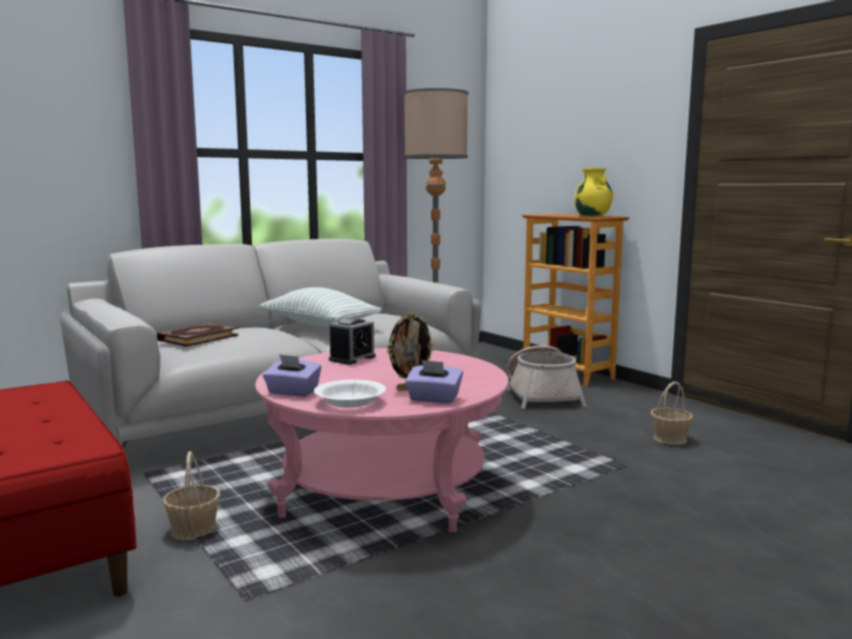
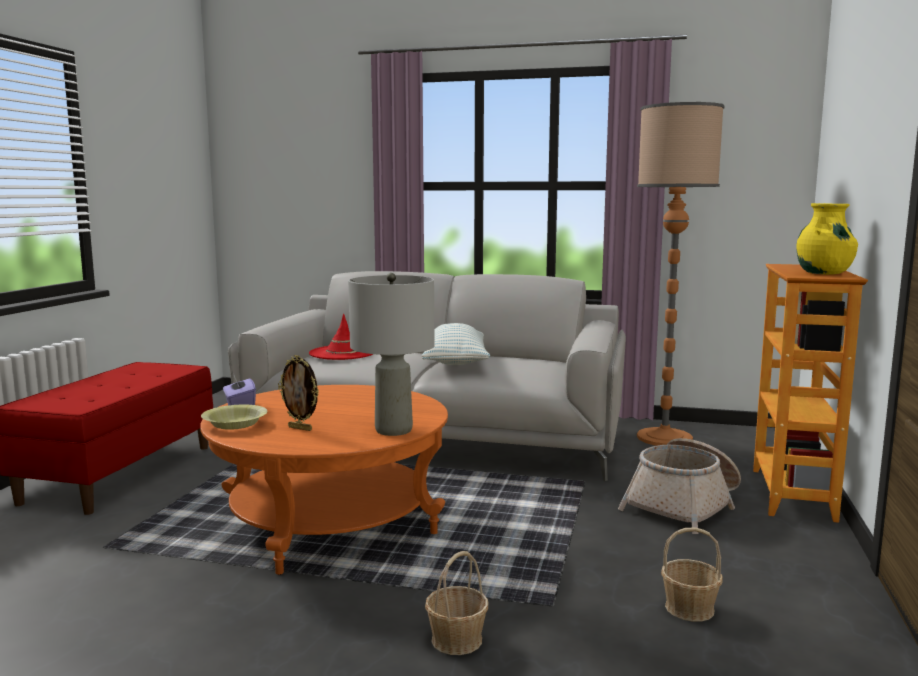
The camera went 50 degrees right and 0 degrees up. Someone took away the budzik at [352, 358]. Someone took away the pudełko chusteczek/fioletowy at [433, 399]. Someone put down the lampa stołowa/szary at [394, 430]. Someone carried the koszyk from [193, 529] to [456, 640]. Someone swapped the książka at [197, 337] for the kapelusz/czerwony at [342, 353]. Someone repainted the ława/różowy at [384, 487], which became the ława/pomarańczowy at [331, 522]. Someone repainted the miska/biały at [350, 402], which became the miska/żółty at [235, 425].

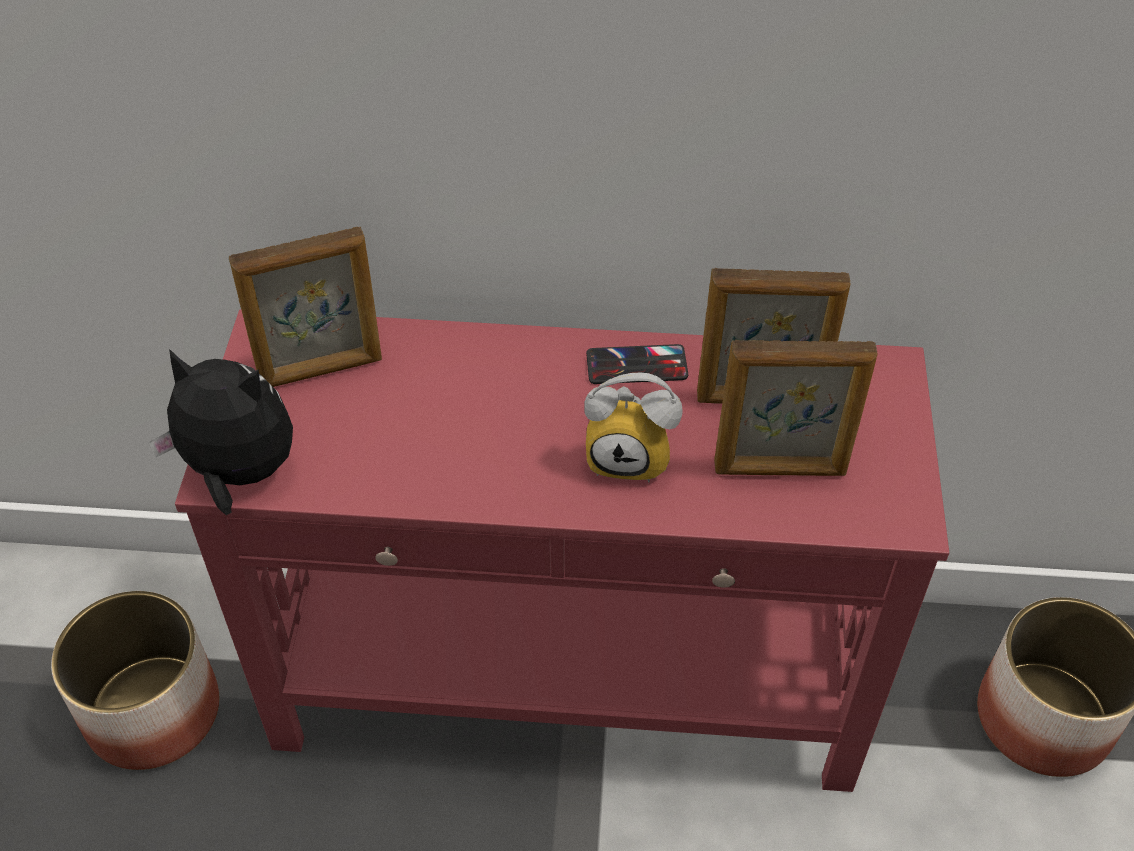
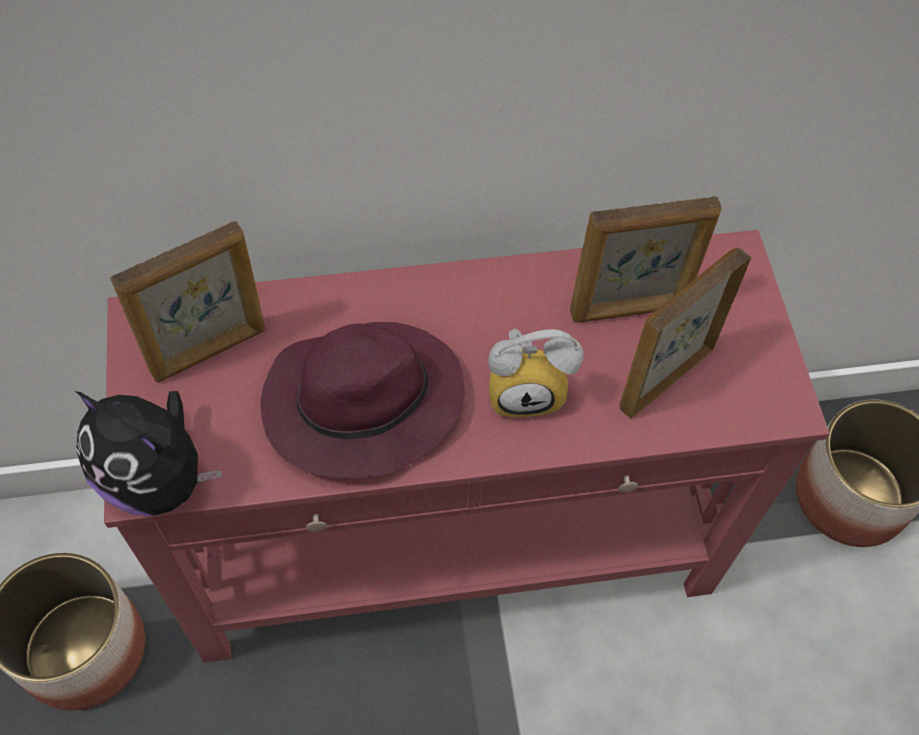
The camera went 15 degrees left and 10 degrees up. Someone took away the telefon at [636, 365]. Someone put down the kapelusz/fioletowy at [360, 405]. Someone rotated the pluszak at [238, 473] by 150 degrees counterclockwise. Someone rotated the ramka na zdjęcie at [780, 470] by 150 degrees clockwise.

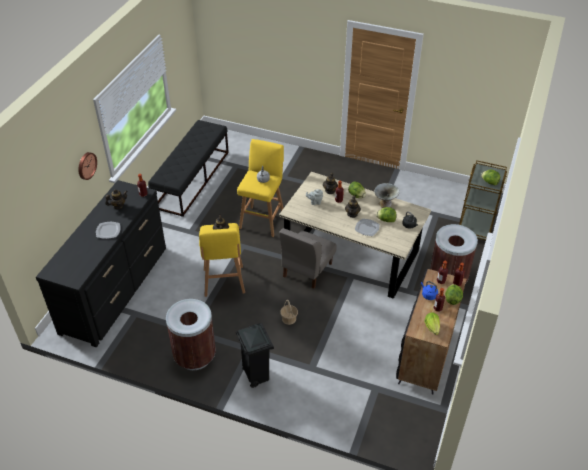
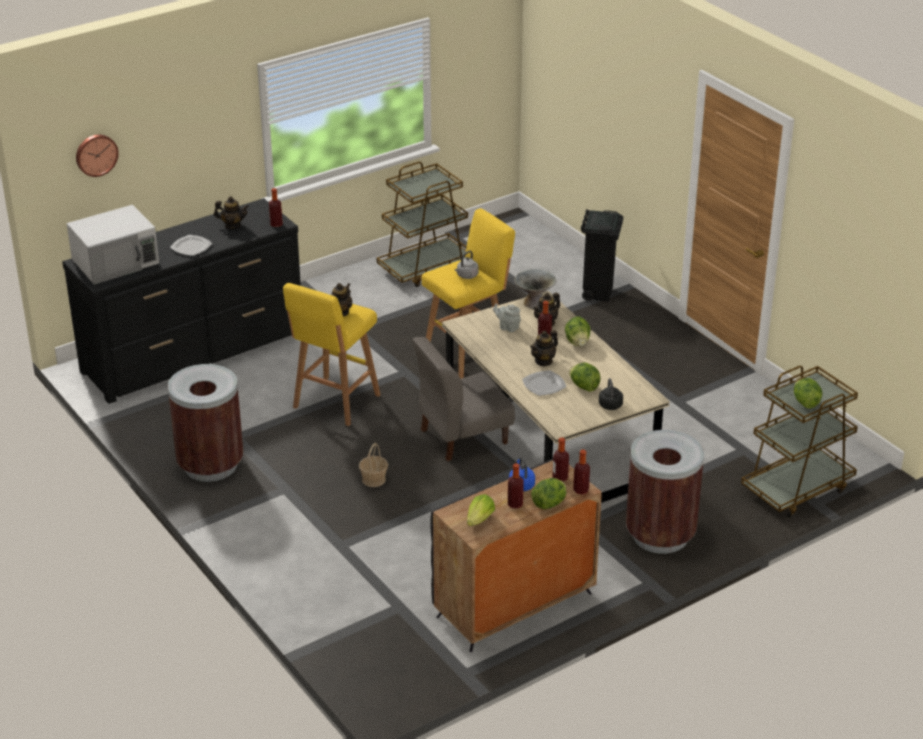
The camera went 35 degrees right and 10 degrees down. Someone put down the mikrofalówka/biały at [116, 261]. Someone carried the zegar ścienny from [86, 165] to [96, 154]. Someone carried the kosz na śmieci/czarny from [256, 375] to [598, 293]. Someone carried the miska/szary from [385, 204] to [534, 303]. Someone swapped the ławka/czarny at [192, 179] for the wózek/brązowy at [426, 268].

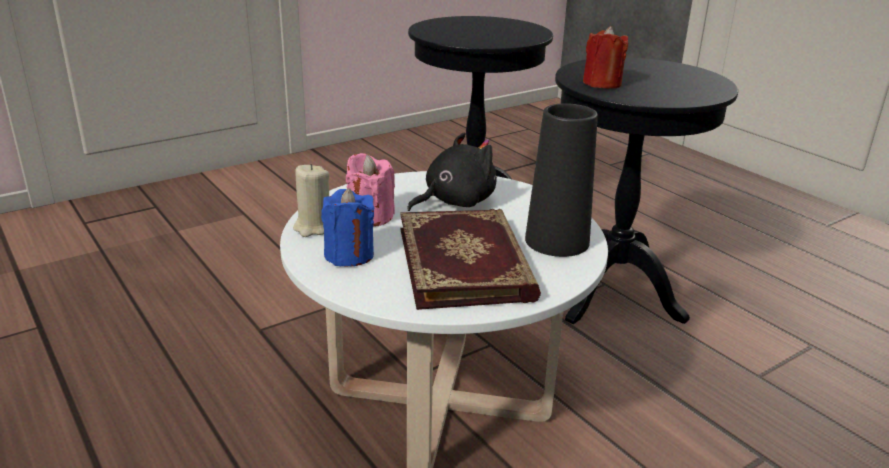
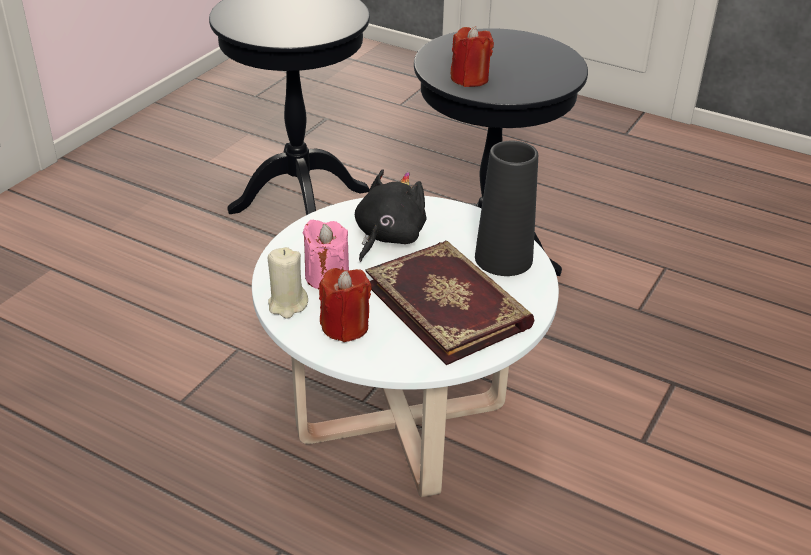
The camera went 25 degrees left and 10 degrees up. Someone repainted the świeca/niebieski at [349, 255], which became the świeca/czerwony at [345, 326].

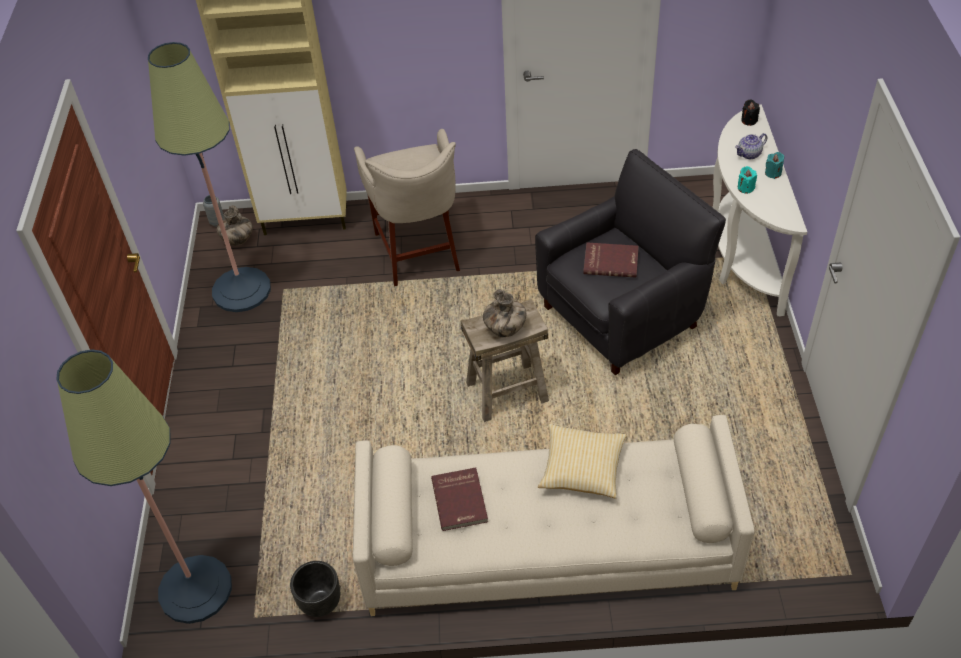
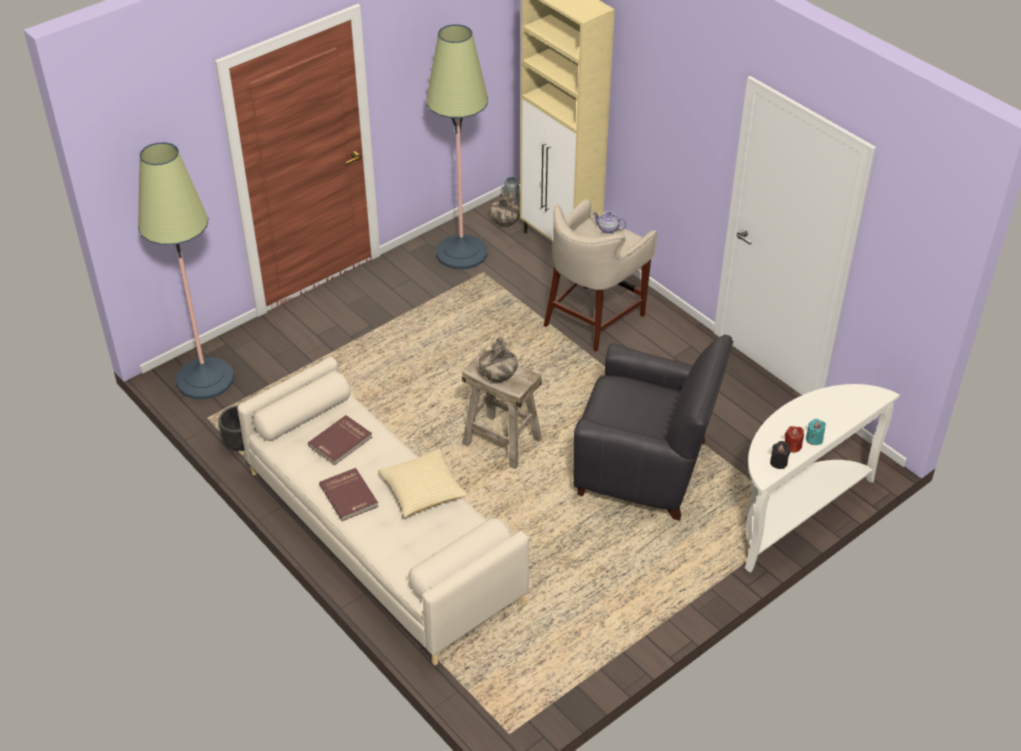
The camera went 50 degrees right and 5 degrees down. Someone took away the świeca/turkusowy at [745, 188]. Someone put down the świeca/czerwony at [792, 446]. Someone carried the książka/czerwony from [611, 261] to [350, 495]. Someone carried the imbryk from [749, 154] to [608, 229]. Someone carried the świeca/czarny from [749, 120] to [778, 462].

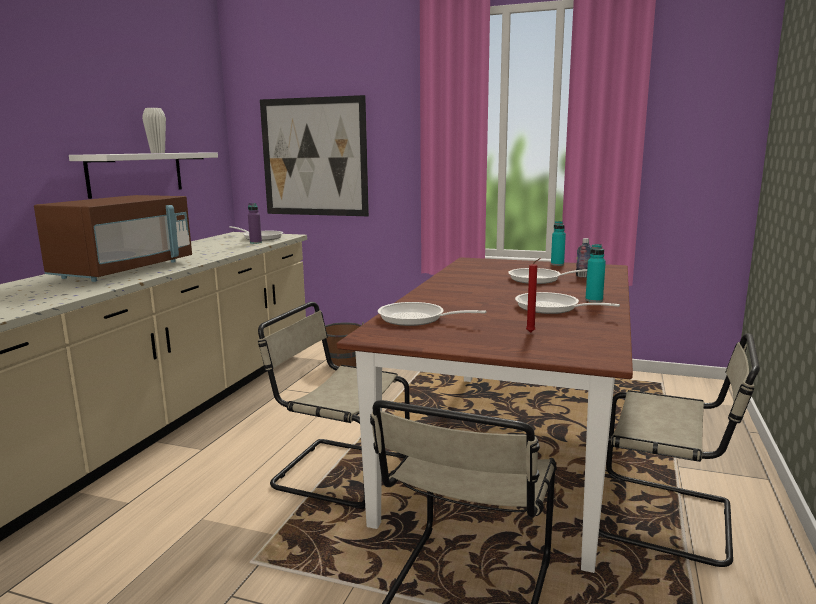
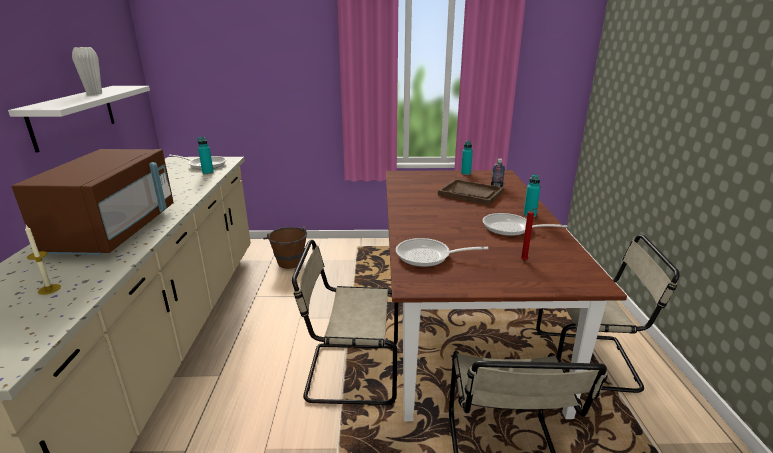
The camera went 20 degrees left and 10 degrees up. Someone took away the obraz at [314, 157]. Someone put down the świeca at [49, 289]. Someone swapped the patelnia at [540, 279] for the taca/brązowy at [471, 194]. Someone repainted the butelka/fioletowy at [255, 242], which became the butelka/turkusowy at [208, 173].

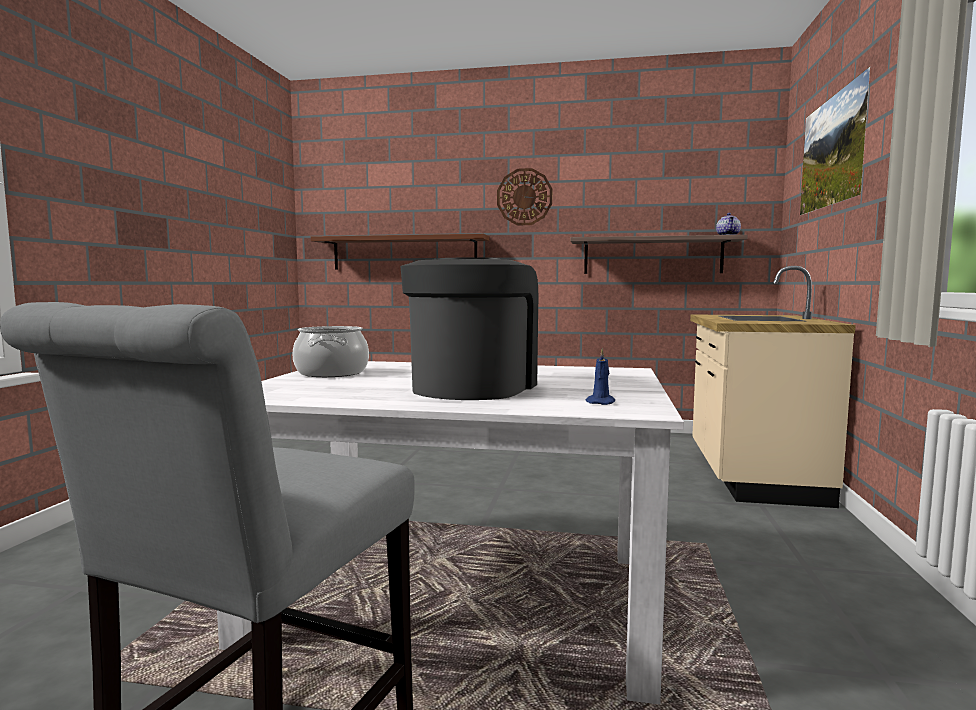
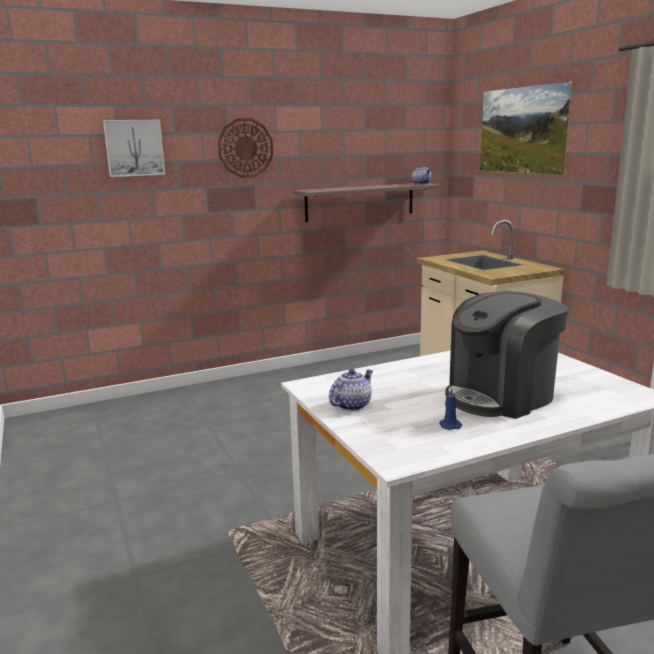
The camera went 35 degrees left and 10 degrees up. Someone took away the półka/brązowy at [404, 253]. Someone put up the obraz at [134, 148]. Someone carried the świeca/niebieski from [601, 402] to [449, 425]. Someone swapped the garnek at [331, 373] for the imbryk at [351, 405]. Someone rotated the ekspres do kawy at [472, 387] by 105 degrees counterclockwise.

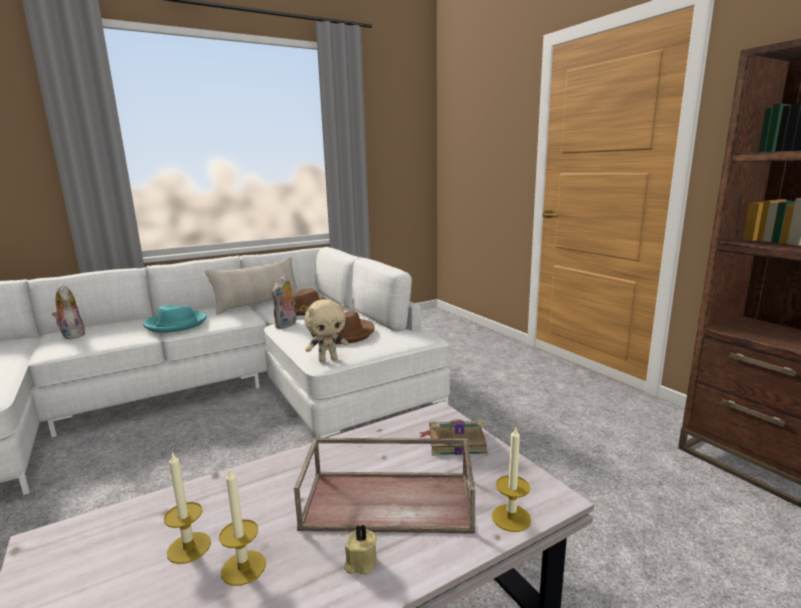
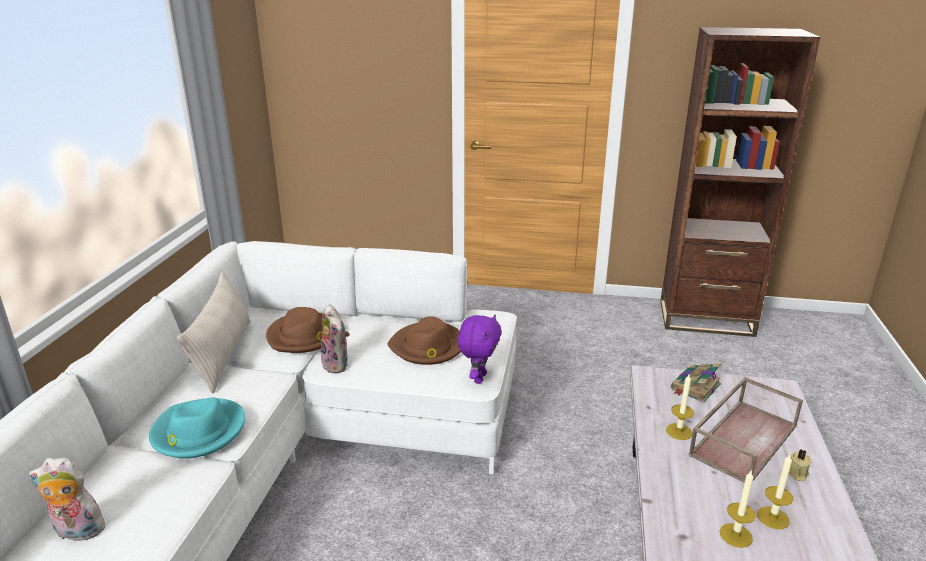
The camera went 50 degrees left and 10 degrees up. Someone carried the świeca from [511, 518] to [679, 431]. Someone repainted the pluszak/beżowy at [328, 359], which became the pluszak/fioletowy at [478, 378].

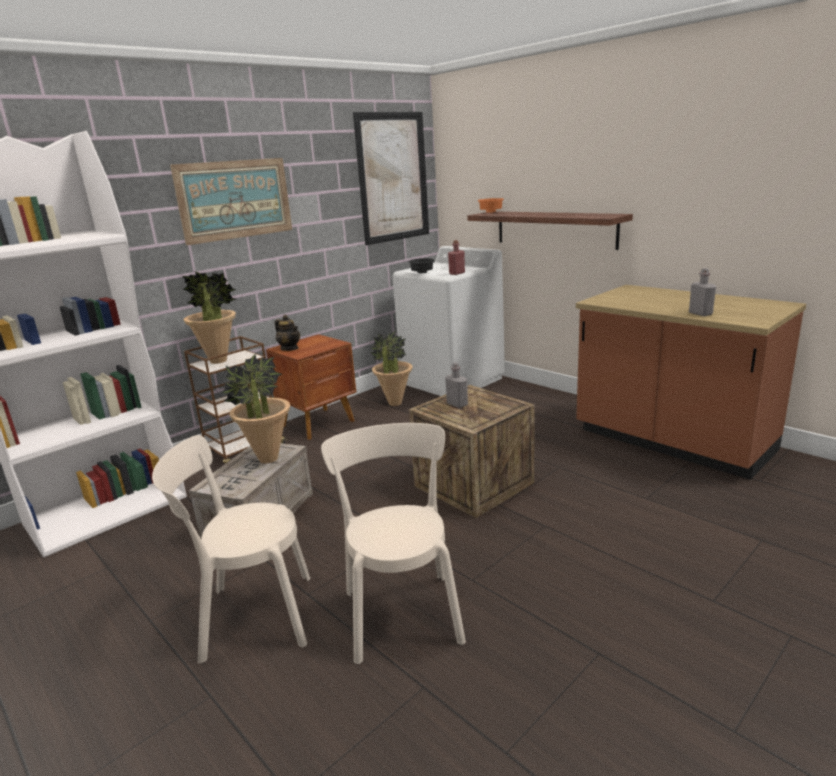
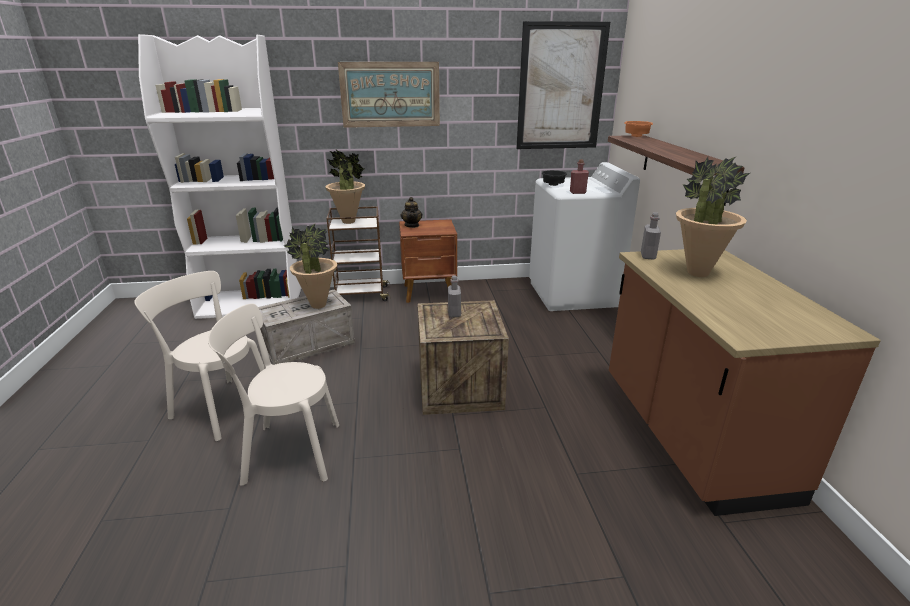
The camera went 35 degrees right and 5 degrees up. Someone carried the roślina doniczkowa from [394, 403] to [697, 273]. Someone carried the butelka/szary from [700, 313] to [648, 256]. Someone rotated the krzesło/beżowy at [402, 611] by 120 degrees counterclockwise.

